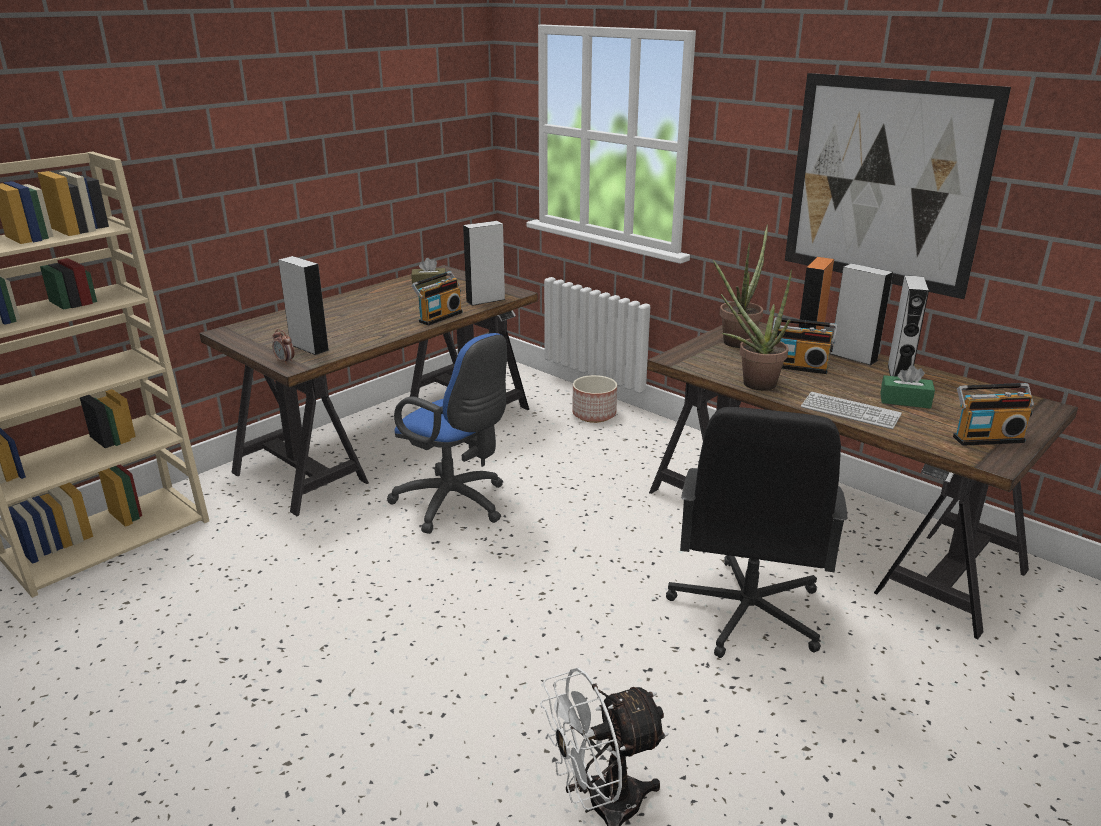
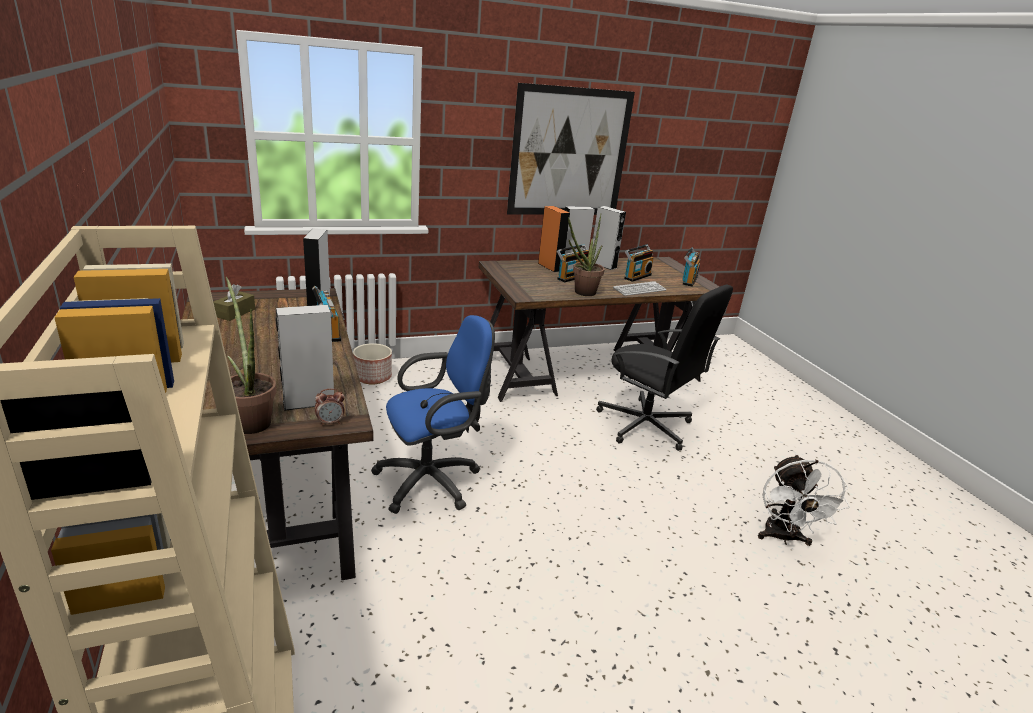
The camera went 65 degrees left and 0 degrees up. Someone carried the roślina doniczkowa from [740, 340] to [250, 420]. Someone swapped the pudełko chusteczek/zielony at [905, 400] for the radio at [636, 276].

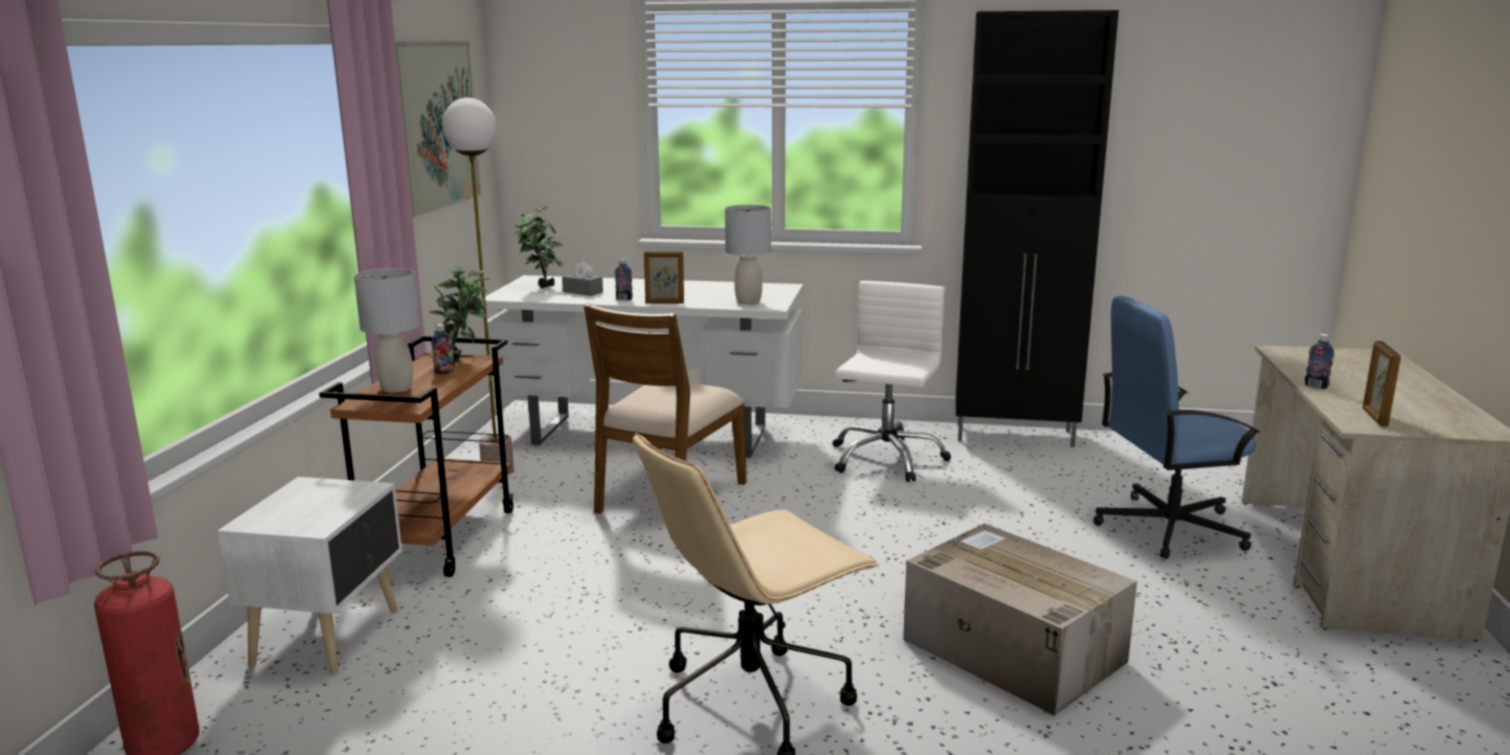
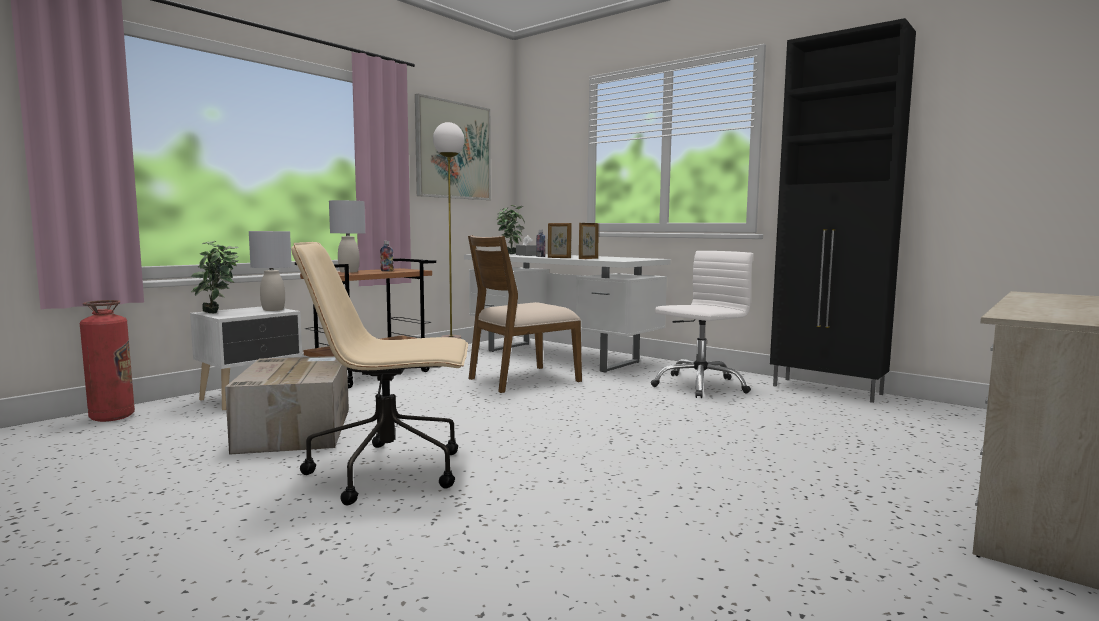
The camera went 30 degrees right and 10 degrees down. Someone took away the krzesło biurowe/niebieski at [1167, 528]. Someone took away the butelka at [1316, 386]. Someone carried the roślina doniczkowa from [464, 358] to [218, 313]. Someone carried the lampa stołowa/szary from [749, 302] to [273, 309]. Someone carried the karton from [1010, 649] to [295, 429]. Someone carried the ramka na zdjęcie from [1374, 417] to [588, 259].

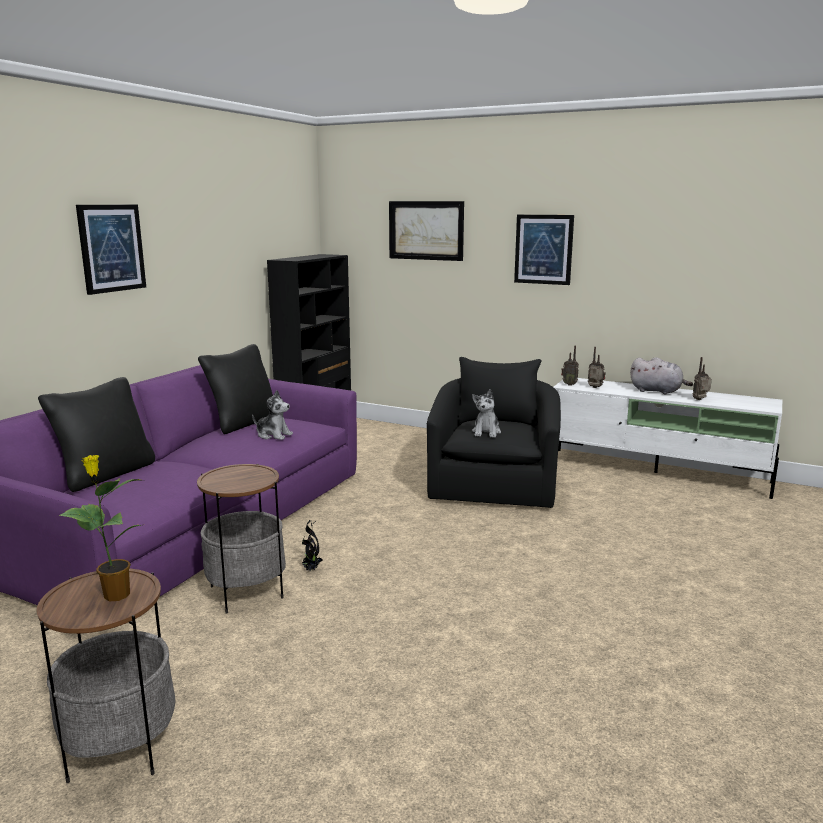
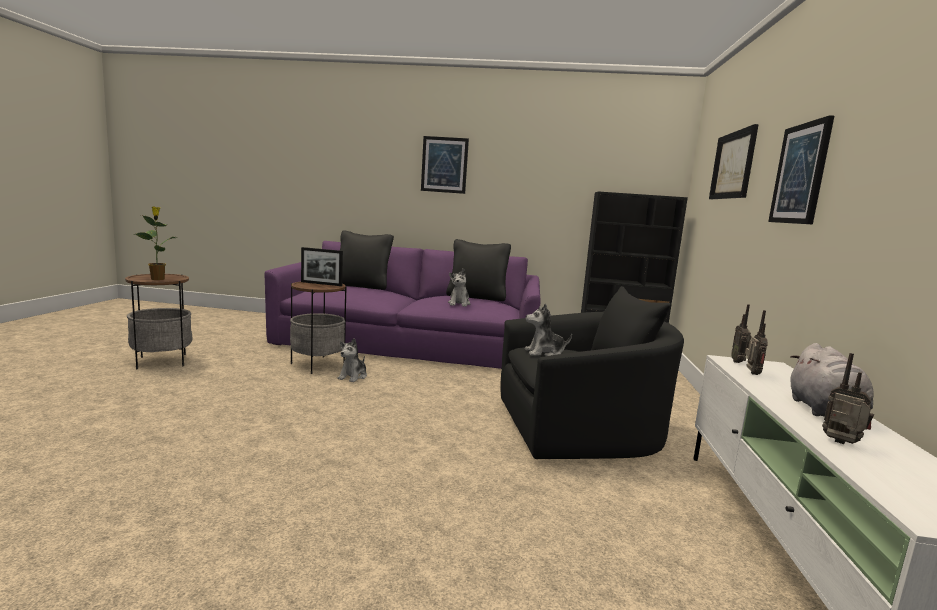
The camera went 70 degrees right and 5 degrees down. Someone put down the ramka na zdjęcie at [321, 284]. Someone swapped the roślina doniczkowa at [311, 569] for the pluszak at [353, 376].

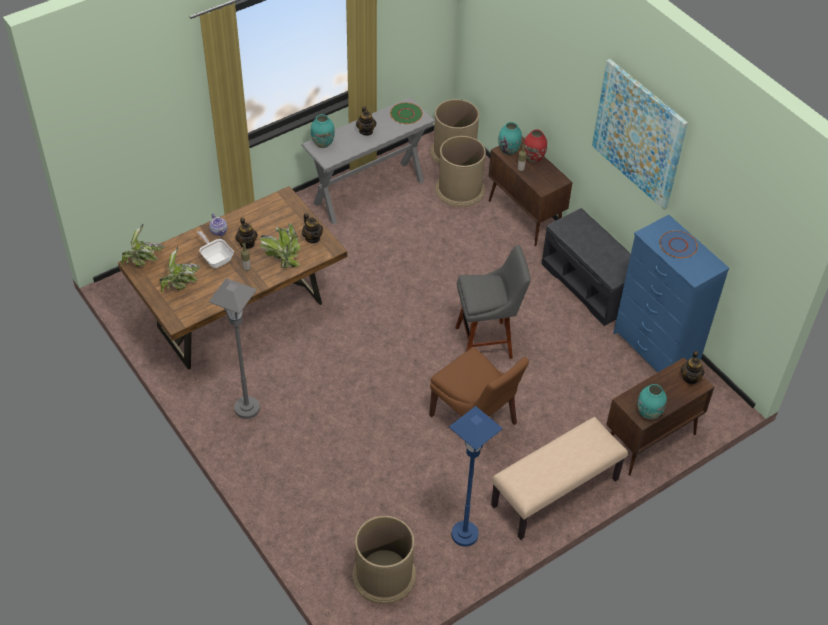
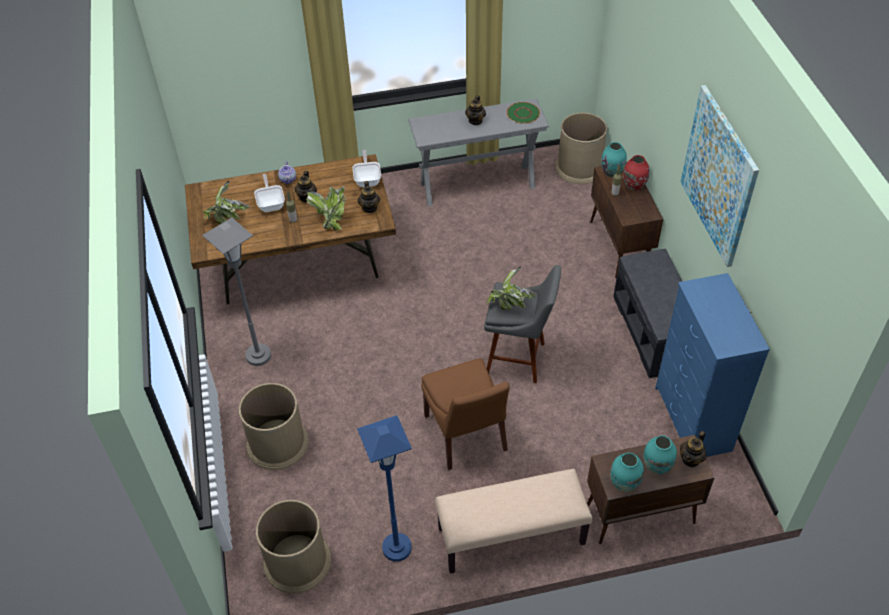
The camera went 25 degrees right and 0 degrees up. Someone took away the talerz/niebieski at [677, 245]. Someone put down the patelnia at [367, 179]. Someone carried the roślina doniczkowa from [142, 262] to [509, 305]. Someone carried the wazon/turkusowy from [322, 143] to [656, 466]. Someone carried the kosz na śmieci/brązowy from [460, 189] to [277, 443].

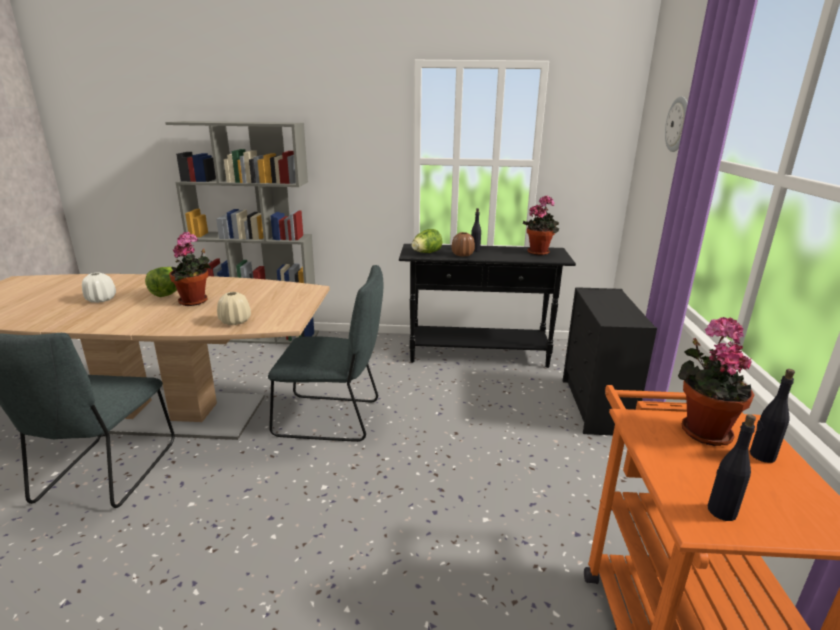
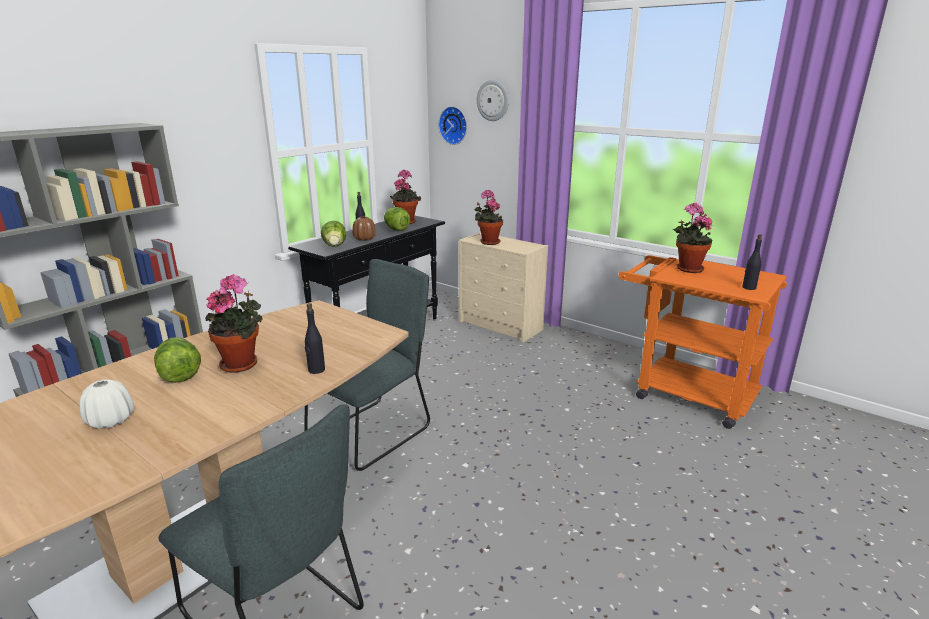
The camera went 55 degrees left and 0 degrees up. Someone took away the wazon/beżowy at [235, 321]. Someone put down the sałata at [396, 229]. Someone put up the zegar ścienny at [454, 125]. Someone put down the roślina doniczkowa at [488, 242]. Someone carried the butelka/czarny from [762, 455] to [316, 370]. Someone repainted the komoda/czarny at [595, 407], which became the komoda/beżowy at [501, 326].

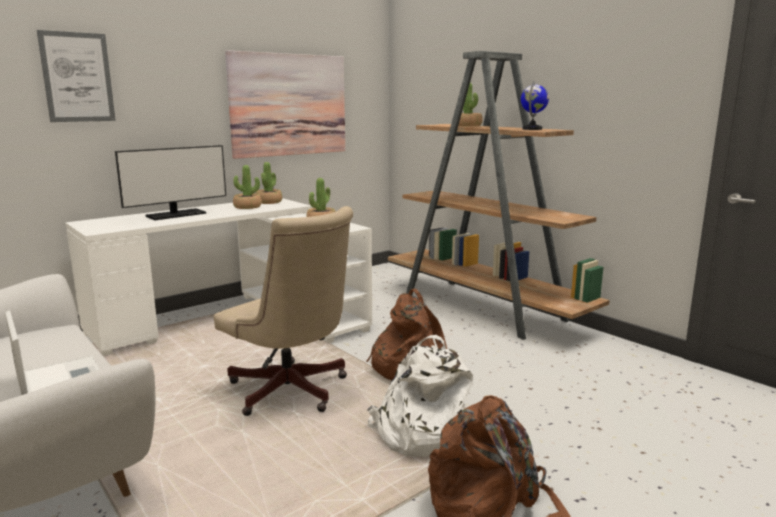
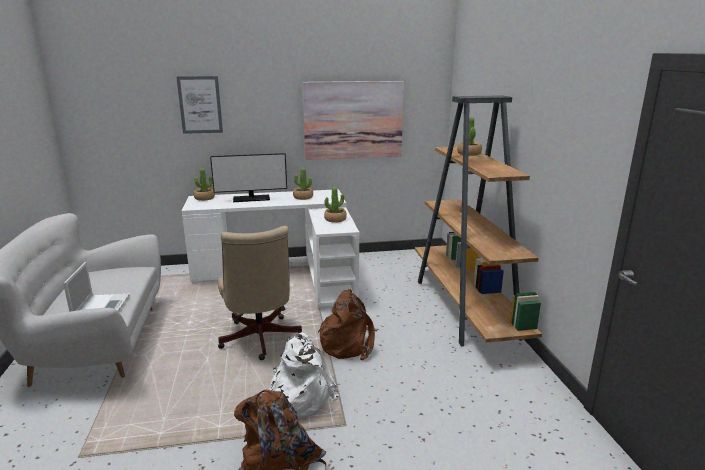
The camera went 30 degrees right and 5 degrees up. Someone took away the globus at [532, 129]. Someone carried the roślina doniczkowa from [269, 202] to [204, 198].

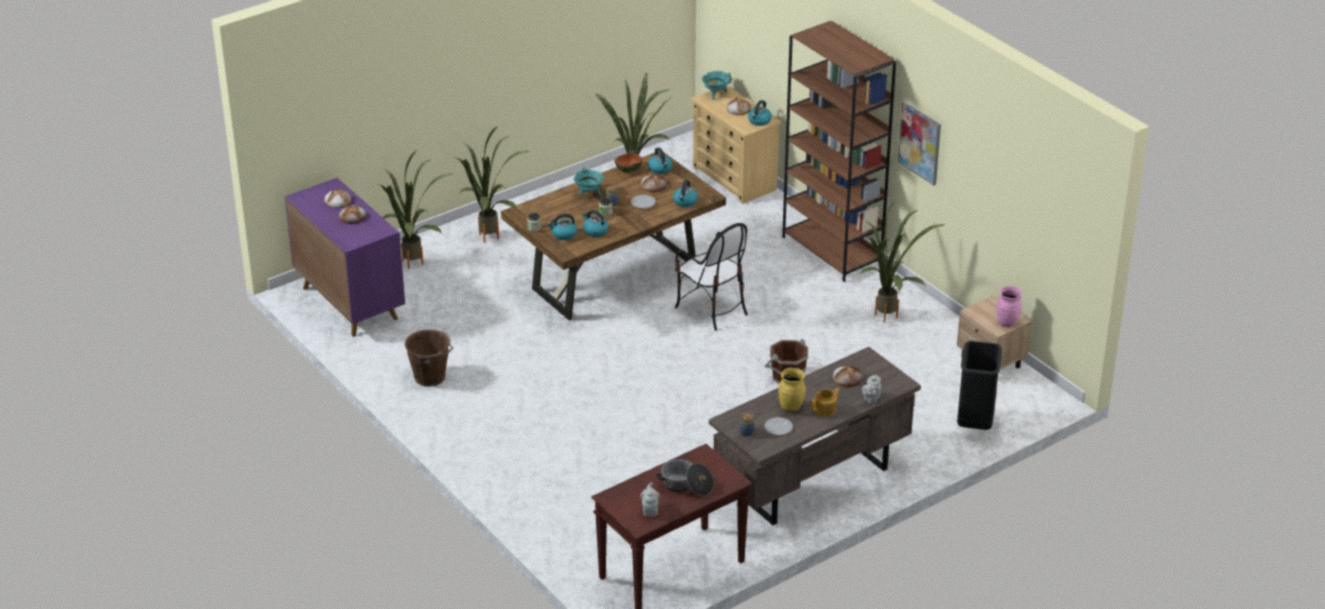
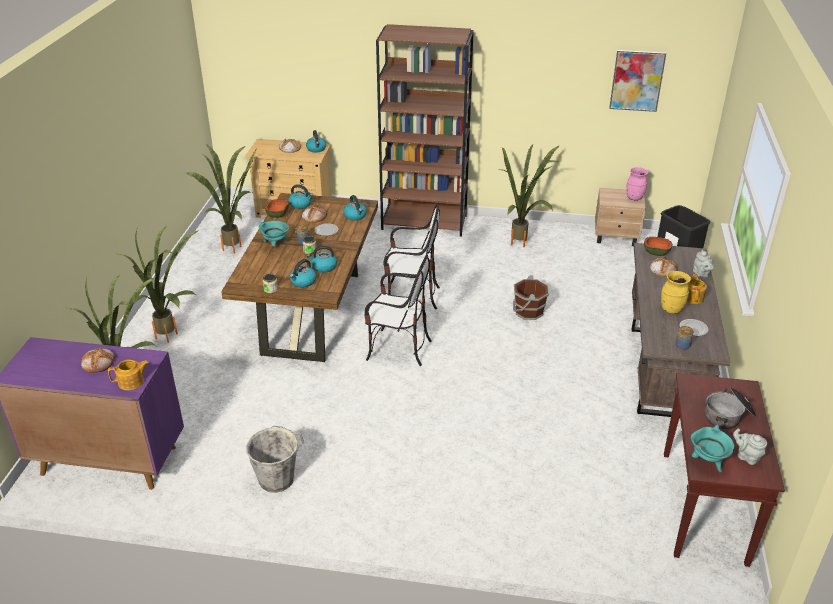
The camera went 45 degrees left and 0 degrees up. Someone took away the chleb at [337, 201]. Someone put down the imbryk at [131, 382]. Someone put down the krzesło at [398, 349]. Someone put down the miska at [656, 253]. Someone carried the garnek/turkusowy from [715, 94] to [707, 461]. Someone carried the obraz from [920, 143] to [637, 80]. Someone repainted the wiadro/brązowy at [431, 377], which became the wiadro/szary at [278, 479].

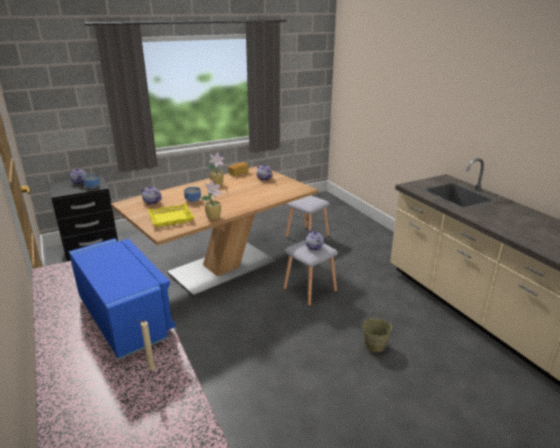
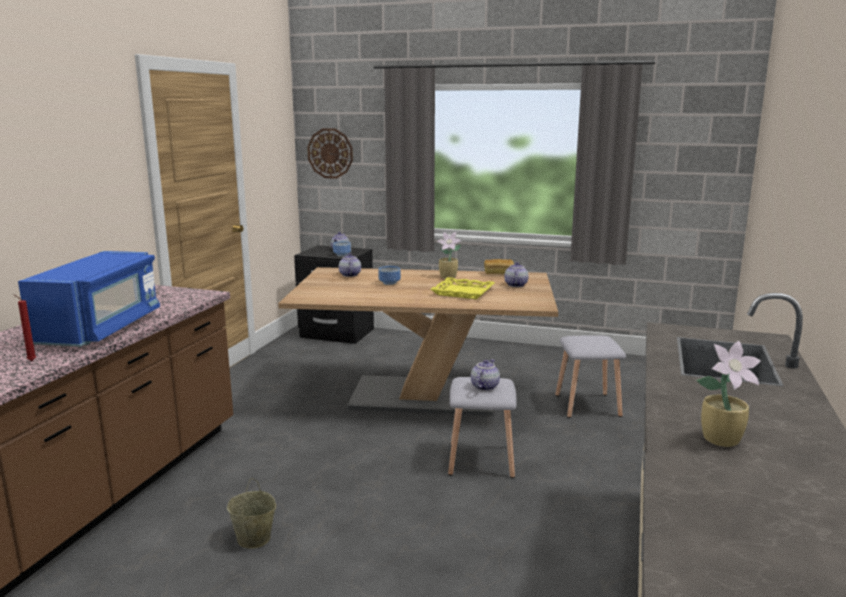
The camera went 45 degrees right and 10 degrees down. Someone put up the zegar ścienny at [330, 153]. Someone carried the taca/żółty from [171, 218] to [462, 292]. Someone carried the roślina doniczkowa from [214, 217] to [723, 440]. Someone carried the wiadro/beżowy from [375, 345] to [254, 539]. Someone repainted the świeca/beżowy at [150, 370], which became the świeca/czerwony at [30, 361].

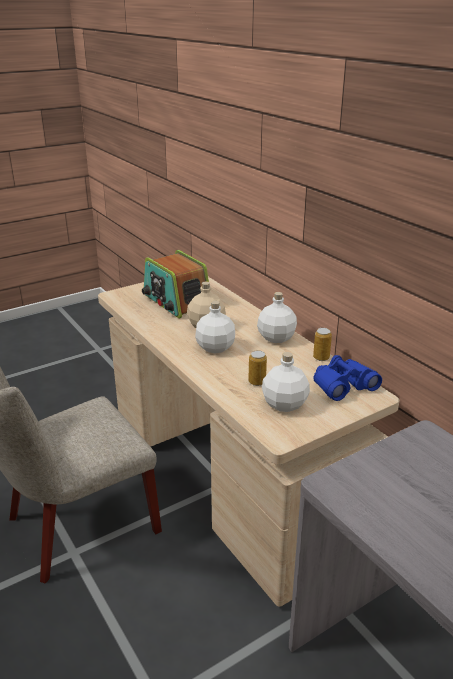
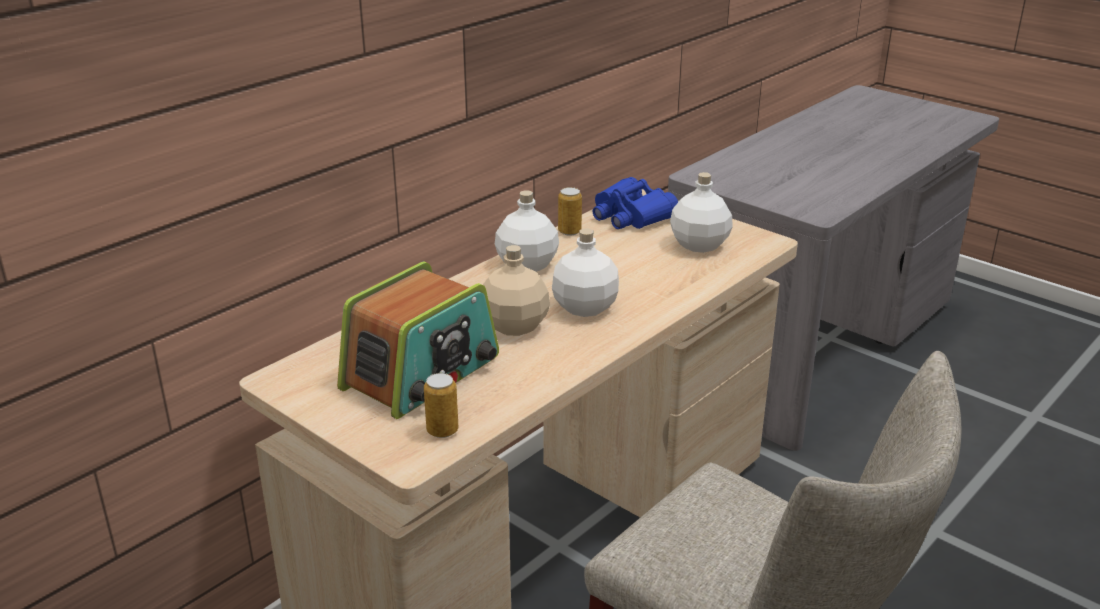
The camera went 105 degrees left and 0 degrees up. Someone carried the puszka from [257, 382] to [442, 430].

